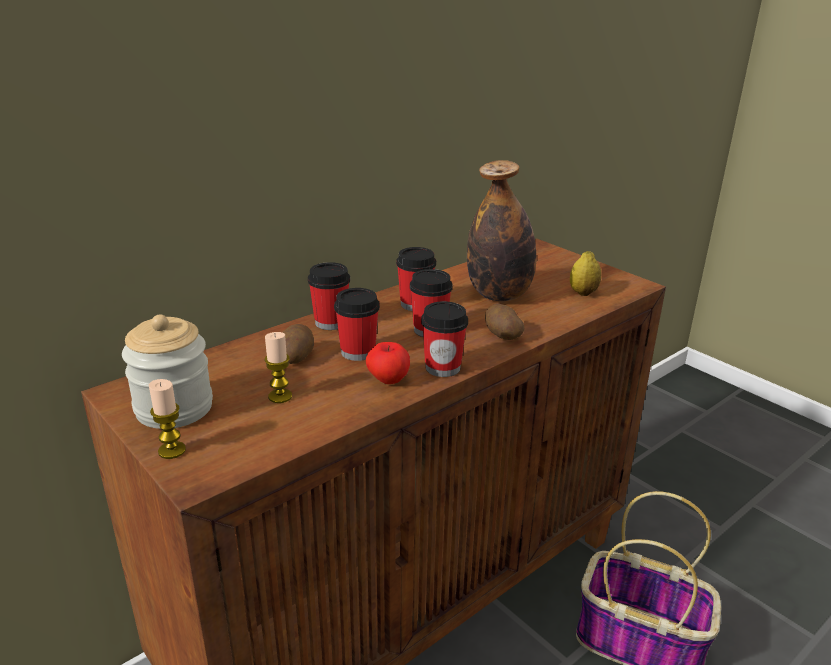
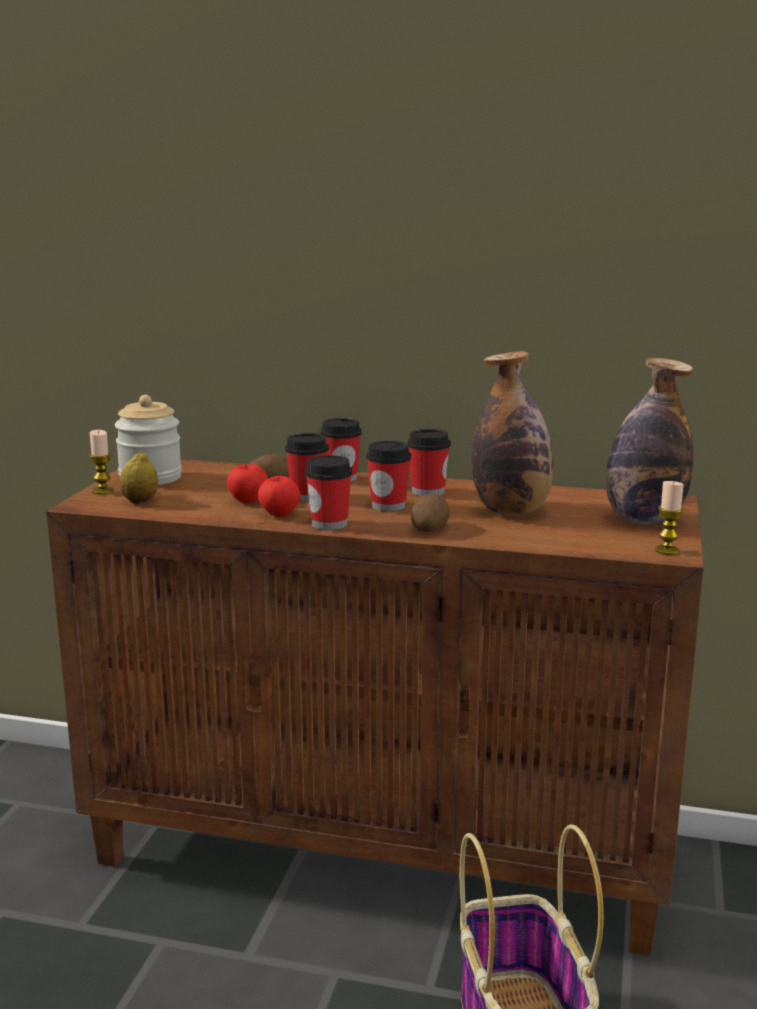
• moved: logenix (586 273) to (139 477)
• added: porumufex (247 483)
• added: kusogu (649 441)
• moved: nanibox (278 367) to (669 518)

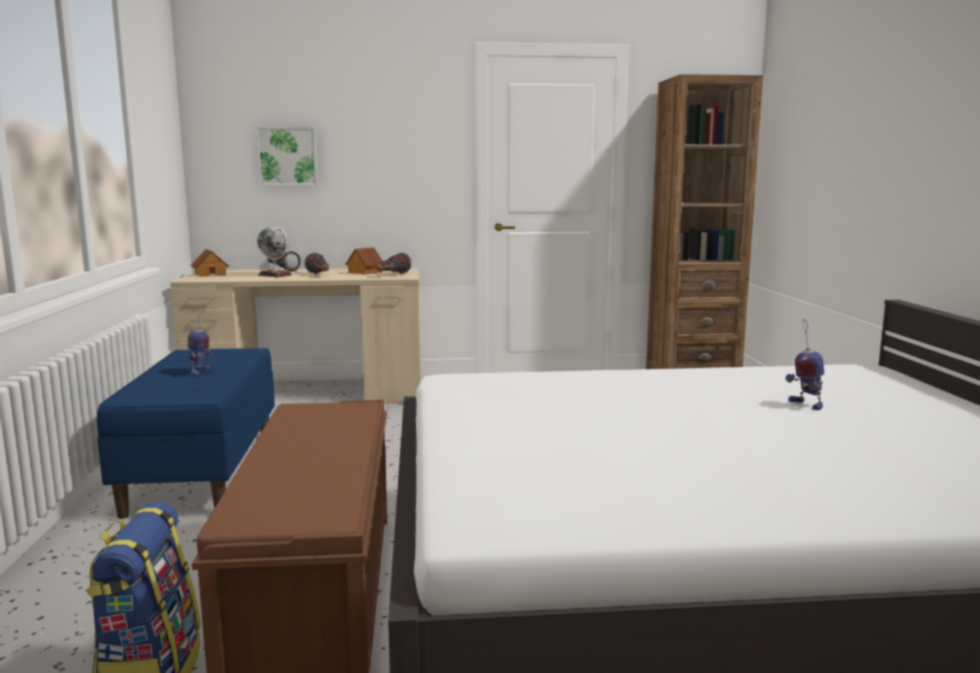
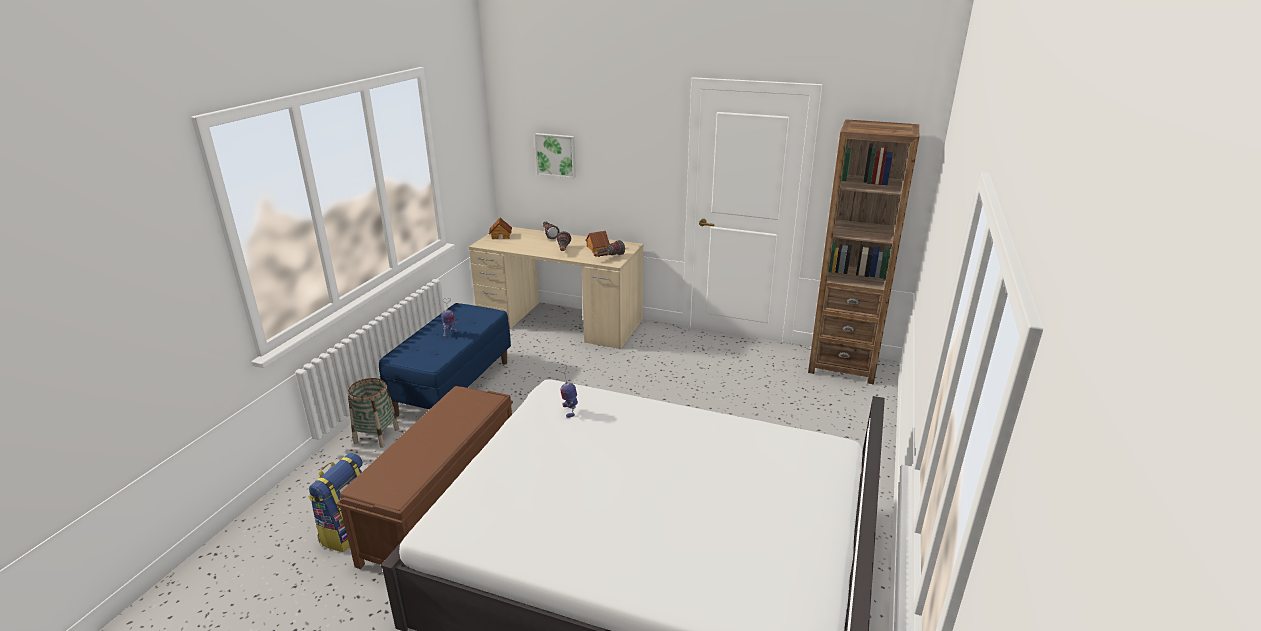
• added: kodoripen (373 413)
• moved: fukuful (804 364) to (569 391)
• removed: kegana (274 251)

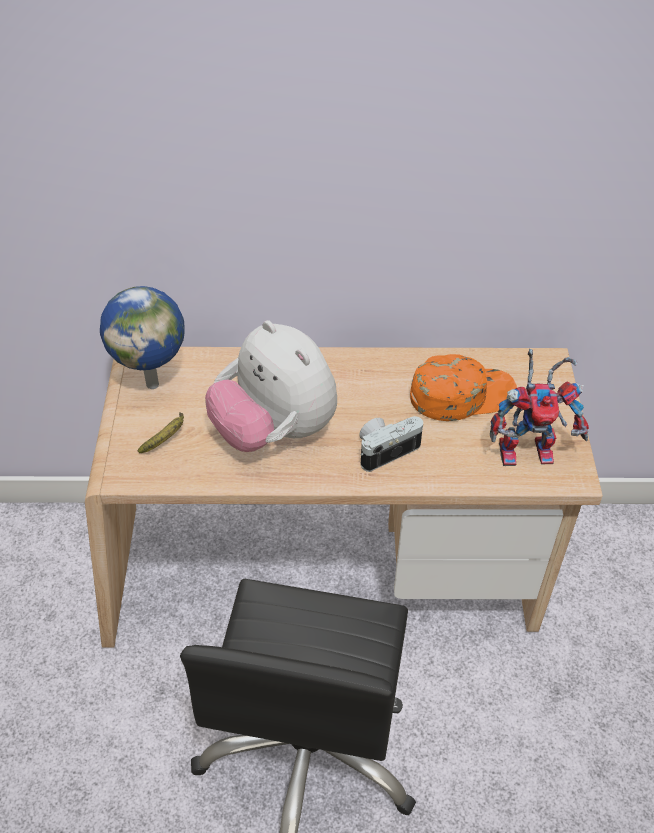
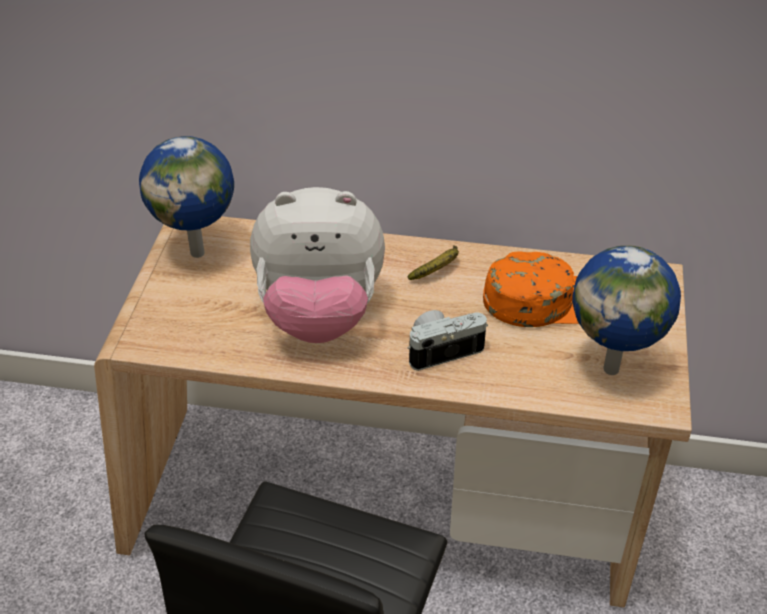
• turned: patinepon (271 386) = (317 265) 60 degrees counterclockwise
• moved: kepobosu (161 432) to (433 262)
• replaced: fukuful (539 407) to kegana (626 310)

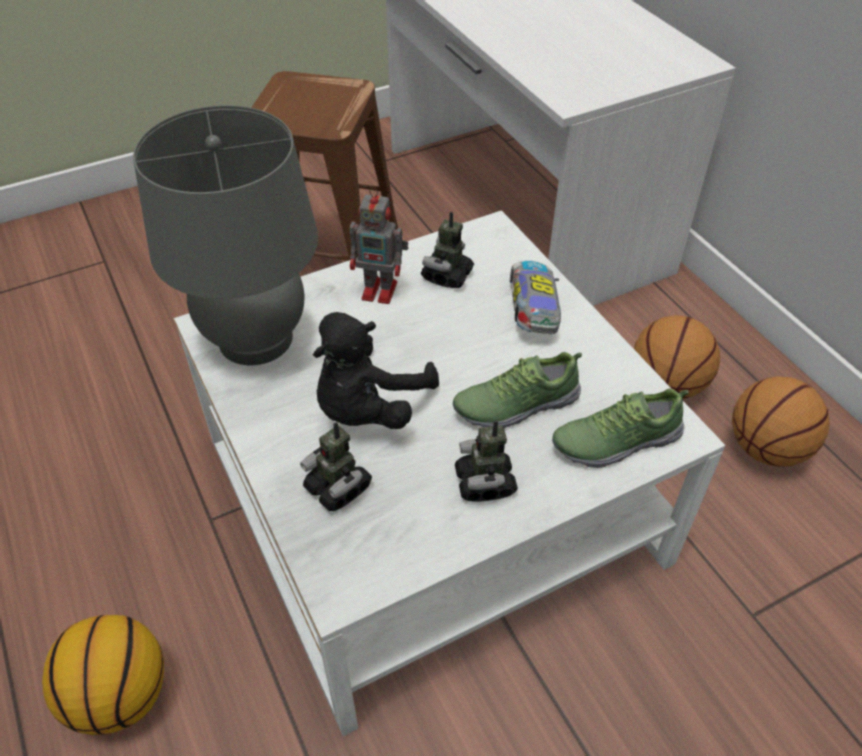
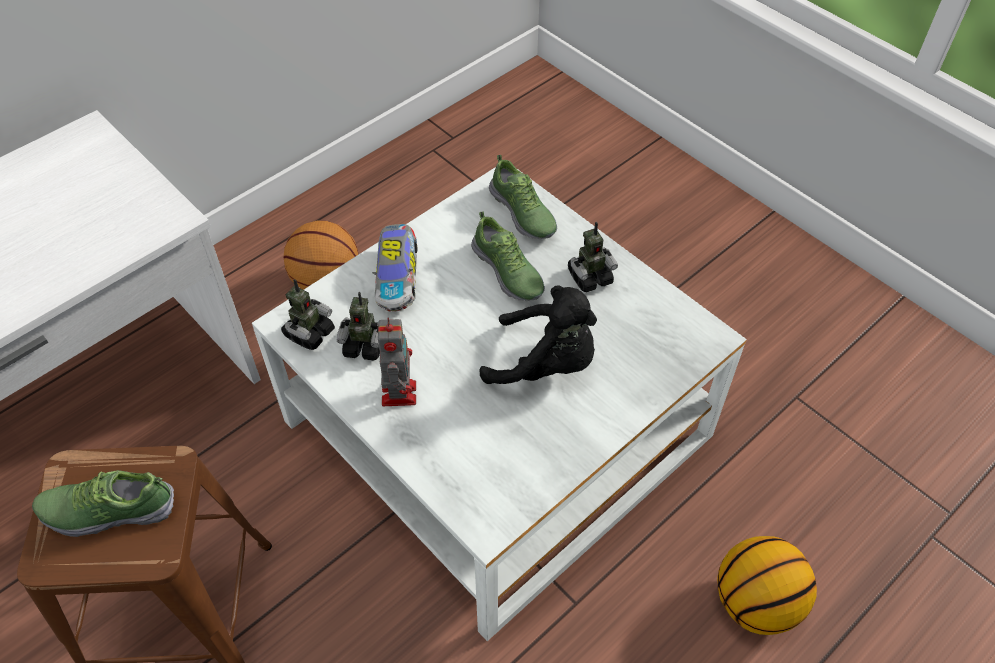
• added: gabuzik (103 503)
• moved: fukuful (336 466) to (308 314)
• turned: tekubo (535 297) = (394 268) 75 degrees counterclockwise
• removed: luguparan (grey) (225 235)
• removed: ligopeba (781 421)

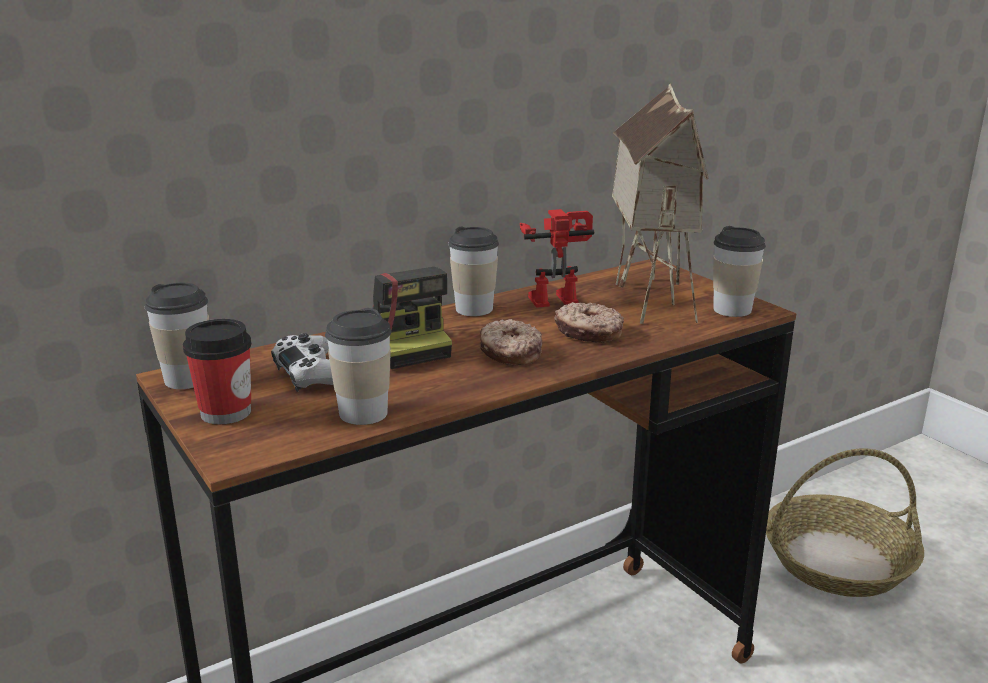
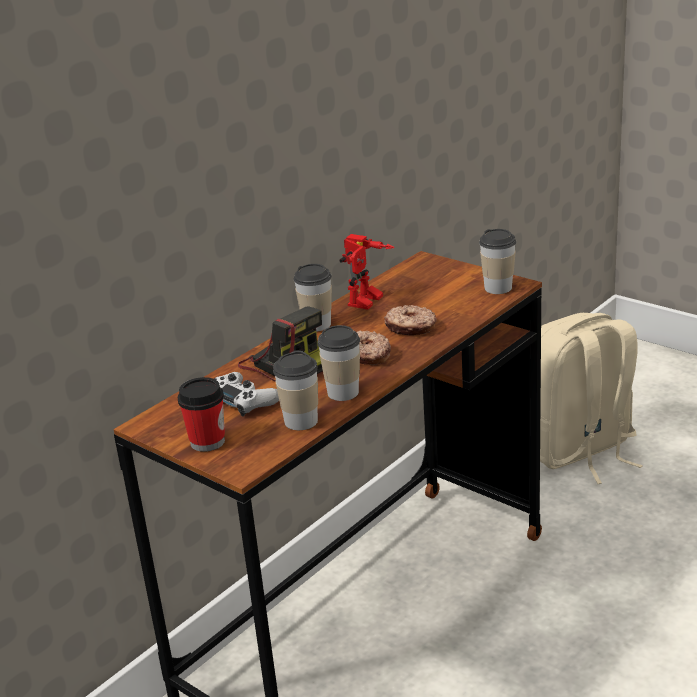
• moved: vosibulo (177 336) to (338 363)
• turned: fukuful (557 258) = (367 272) 150 degrees clockwise
• replaced: kodoripen (845 522) to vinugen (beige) (591 398)
• removed: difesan (660 203)

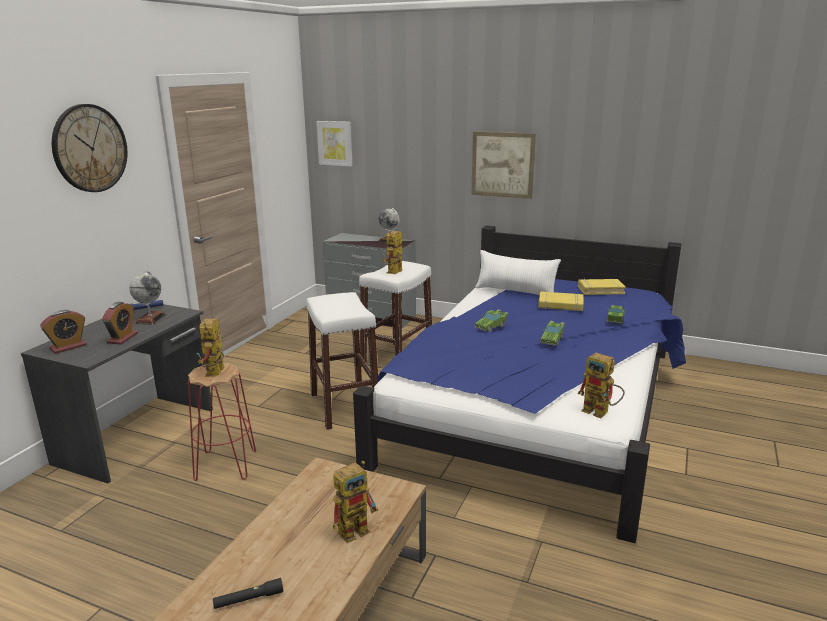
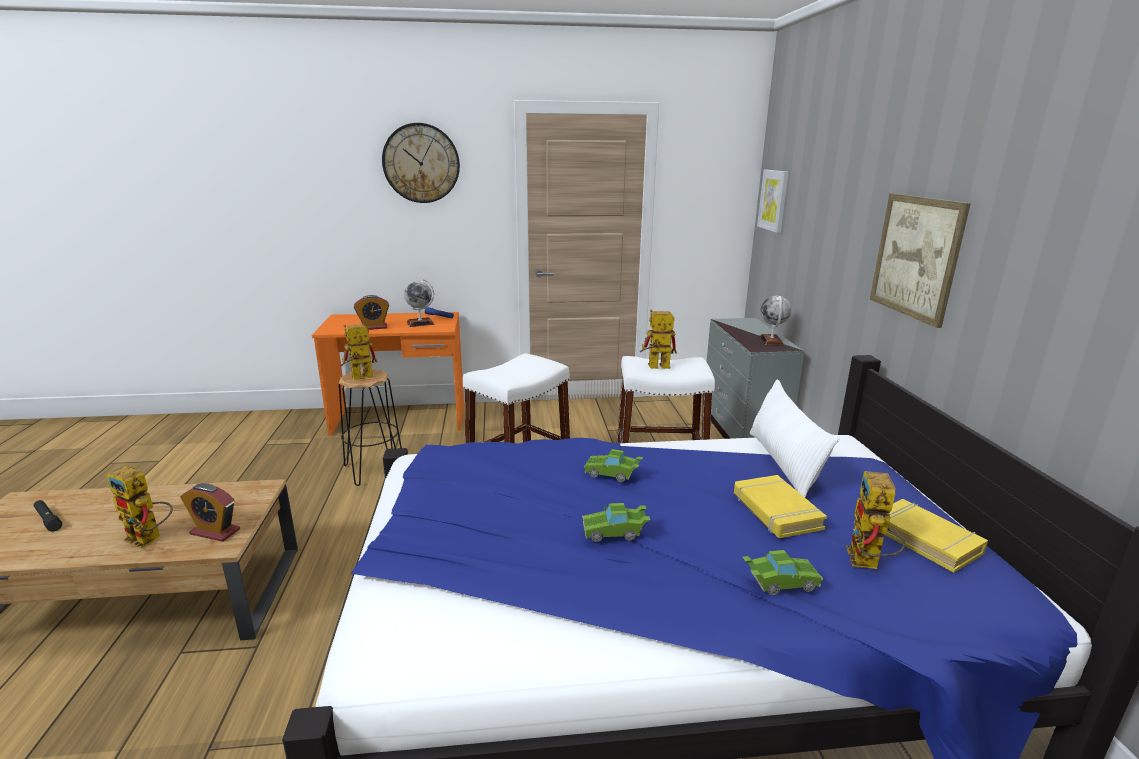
• moved: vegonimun (63 332) to (210 512)
• recoloured: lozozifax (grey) (117 393) to lozozifax (orange) (388 374)
• recoloured: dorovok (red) (222 422) to dorovok (black) (370 427)
• moved: fukuful (601 385) to (875 520)

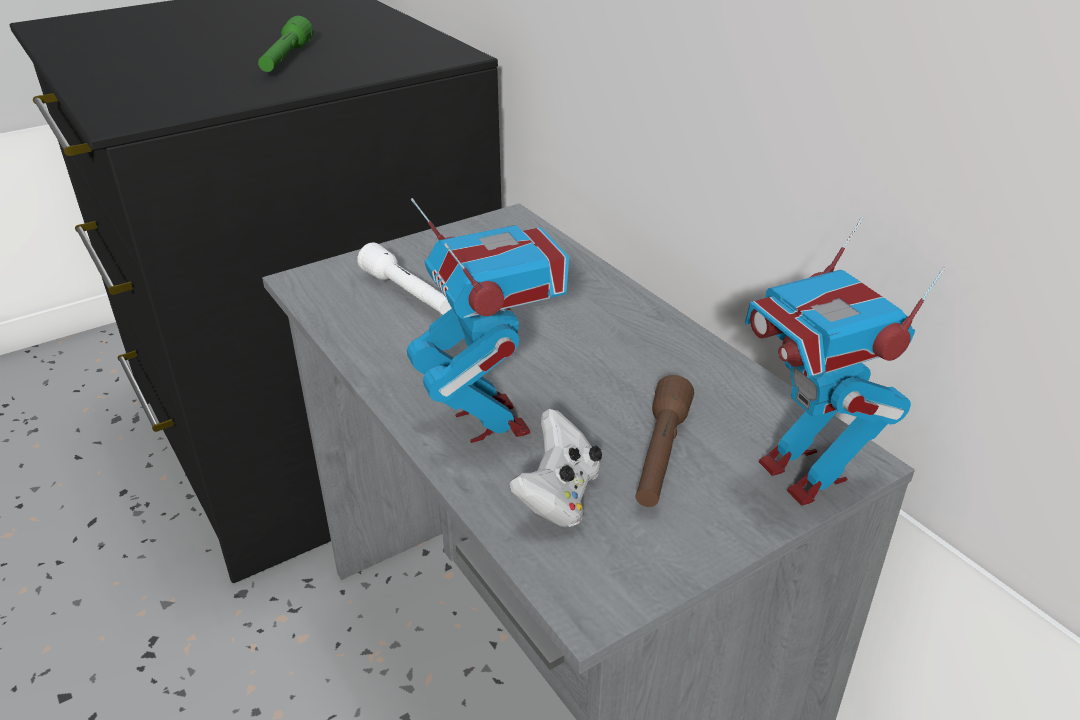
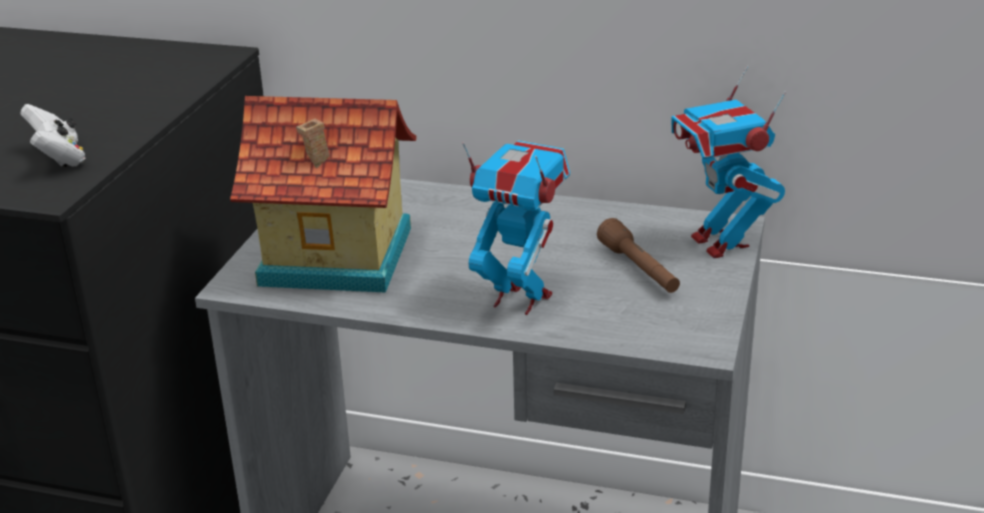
• moved: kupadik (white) (555 468) to (53 135)
• replaced: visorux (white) (404 278) to difesan (323 194)
• turned: fukuful (845 361) = (728 162) 45 degrees clockwise
• removed: visorux (green) (285 44)

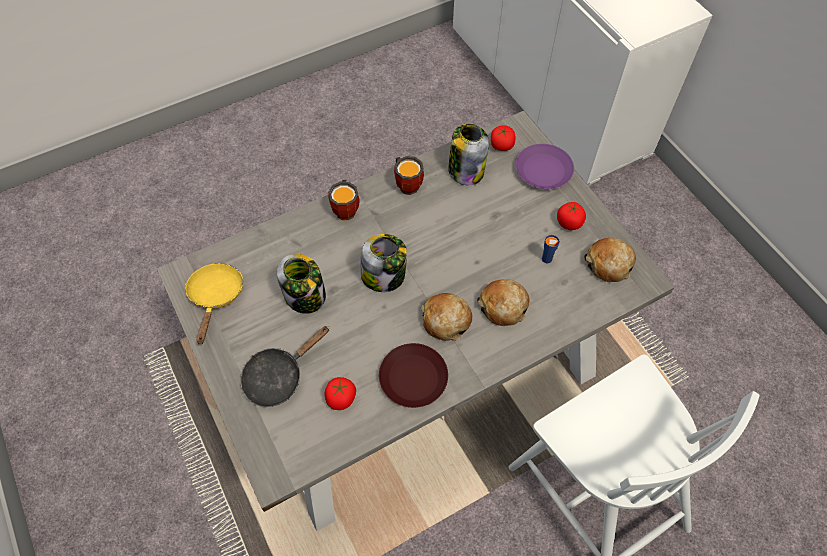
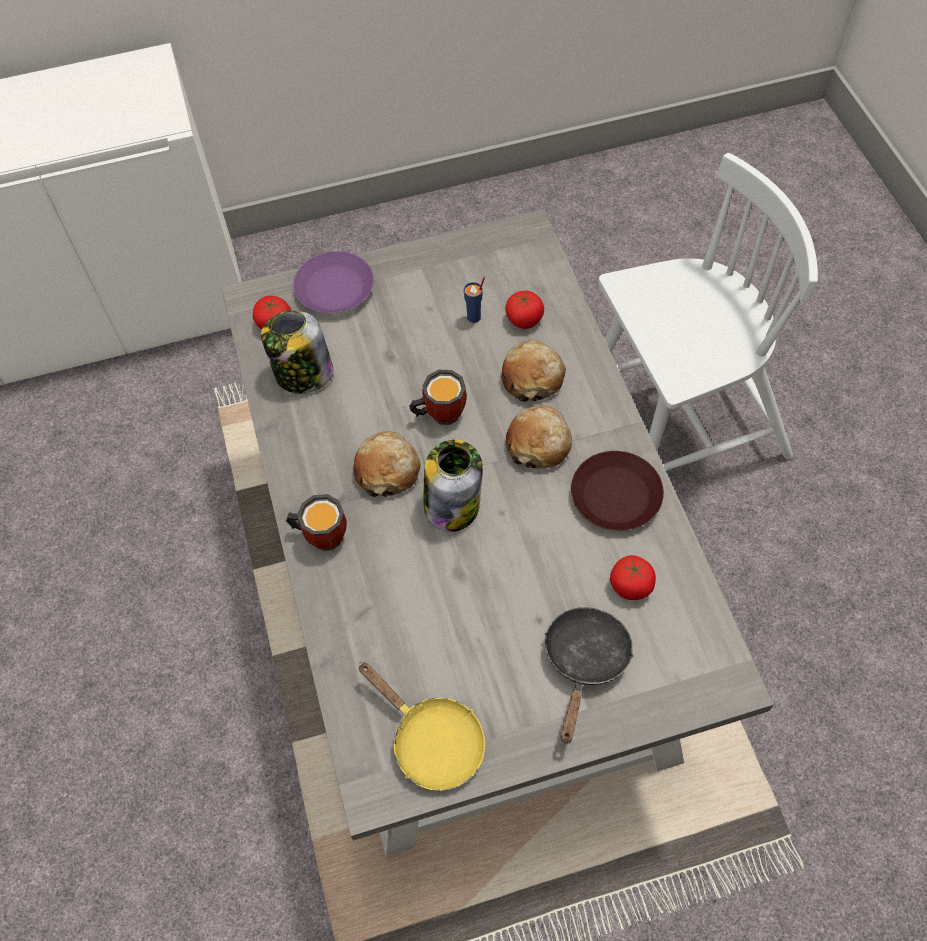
• moved: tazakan (610 260) to (387 464)
• turned: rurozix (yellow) (214 303) = (421 726) 150 degrees counterclockwise
• moved: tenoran (409 175) to (438 397)
• moved: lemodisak (571 216) to (524 310)
• turned: rurozix (black) (285 366) = (589 676) 135 degrees counterclockwise
• removed: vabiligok (301 284)

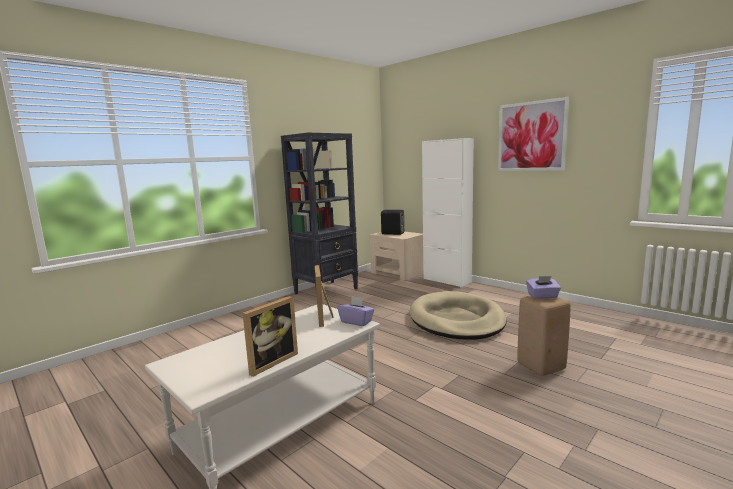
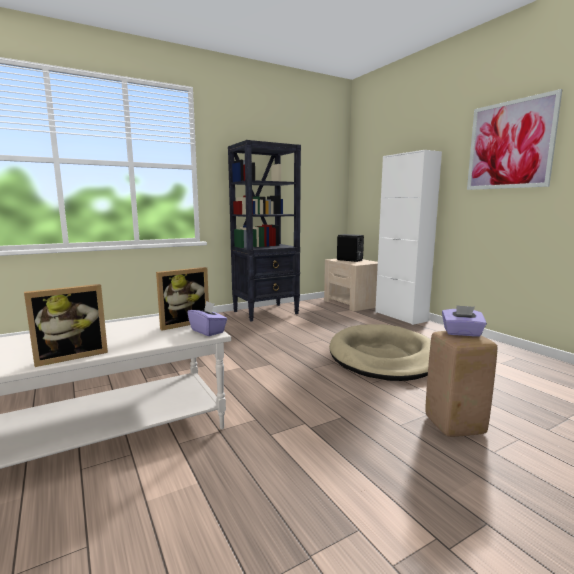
• turned: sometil (324 296) = (182 299) 135 degrees counterclockwise

